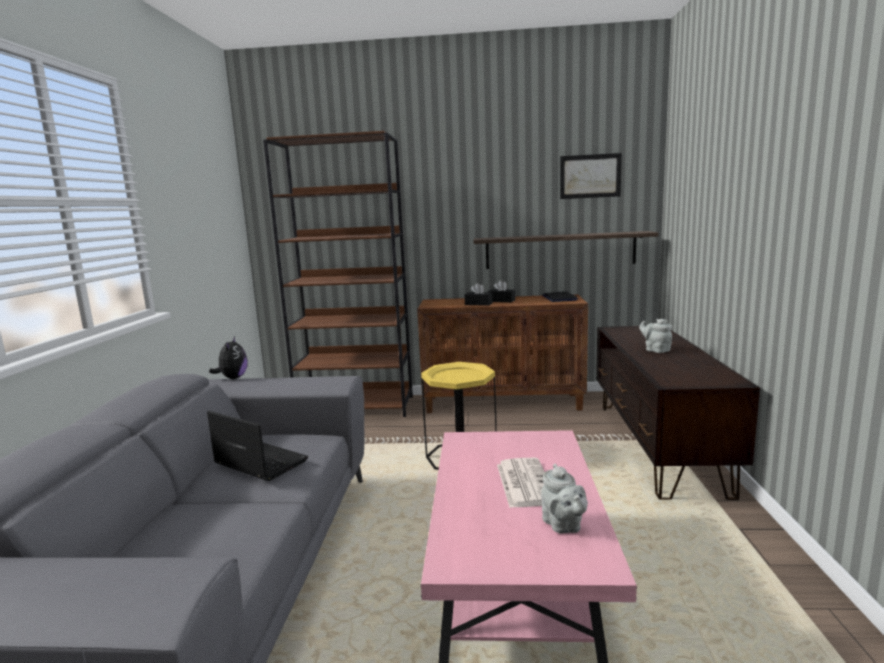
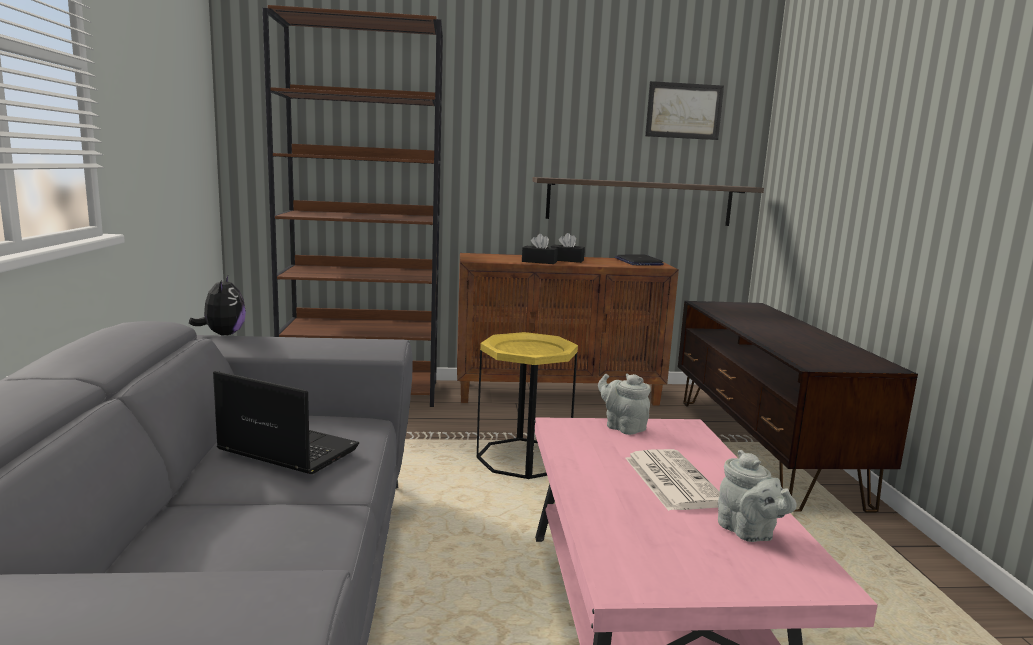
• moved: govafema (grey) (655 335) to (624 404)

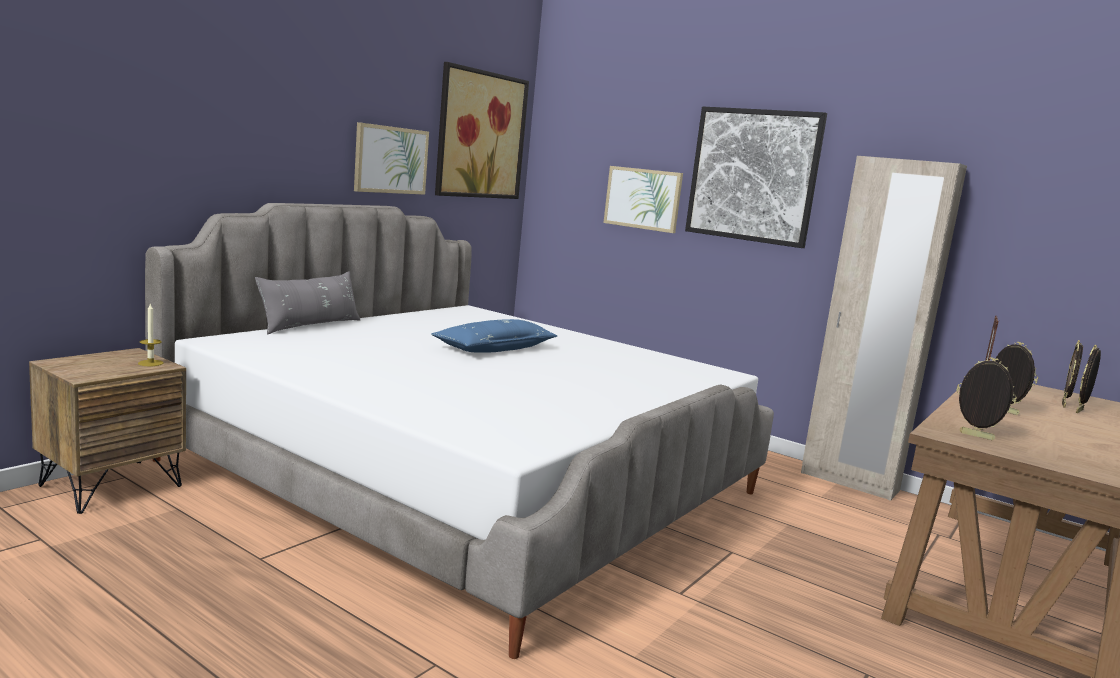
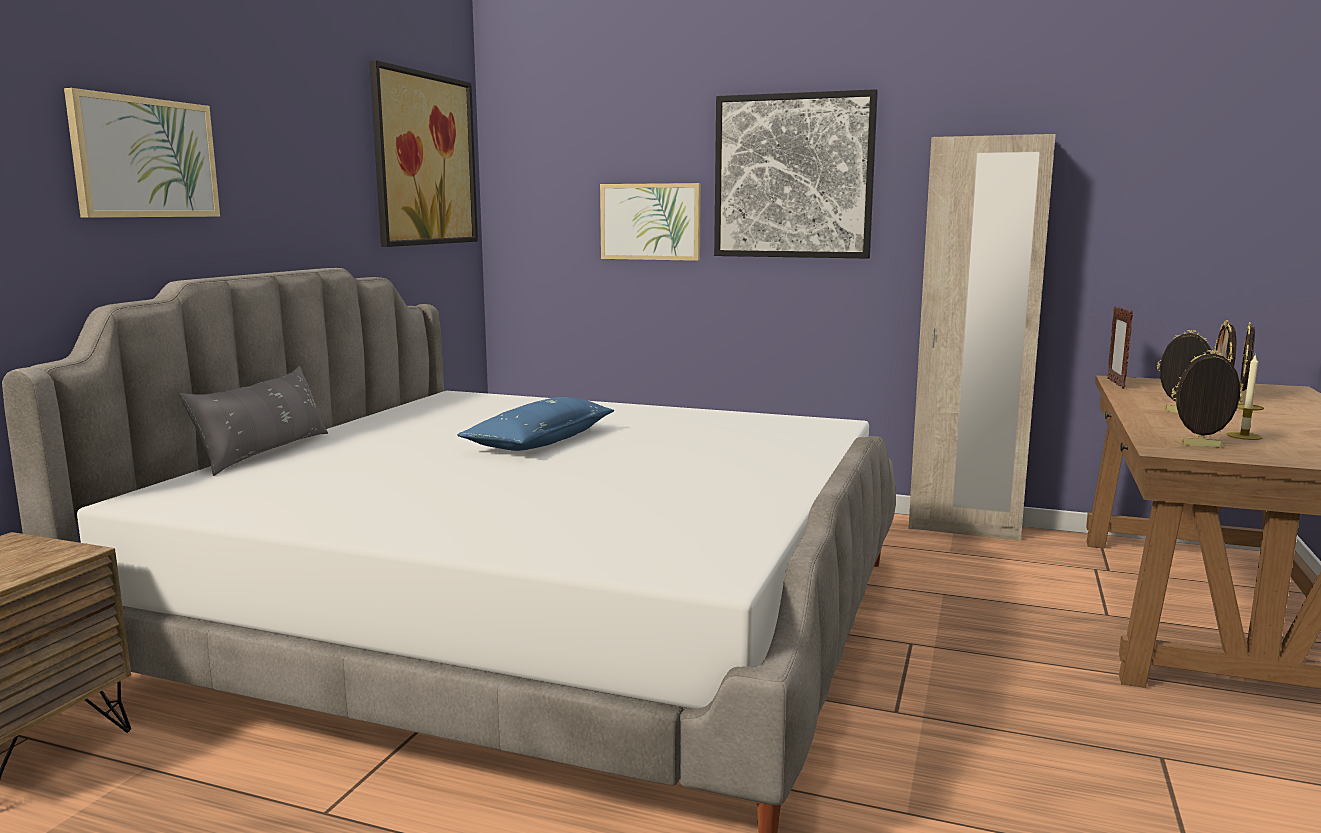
• moved: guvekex (391 158) to (142 153)
• moved: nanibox (150 334) to (1245 397)

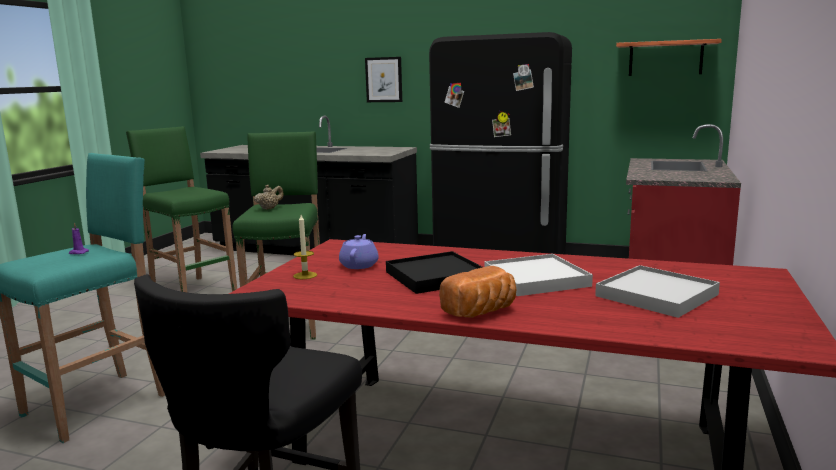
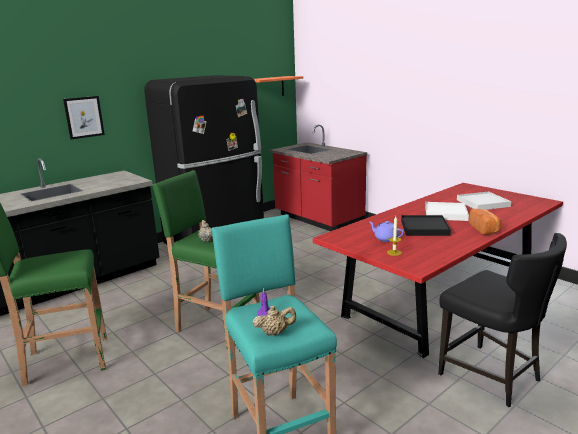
• added: govafema (beige) (274 320)

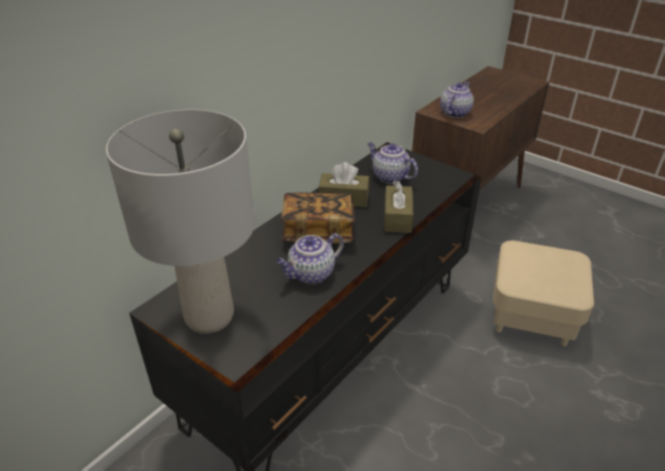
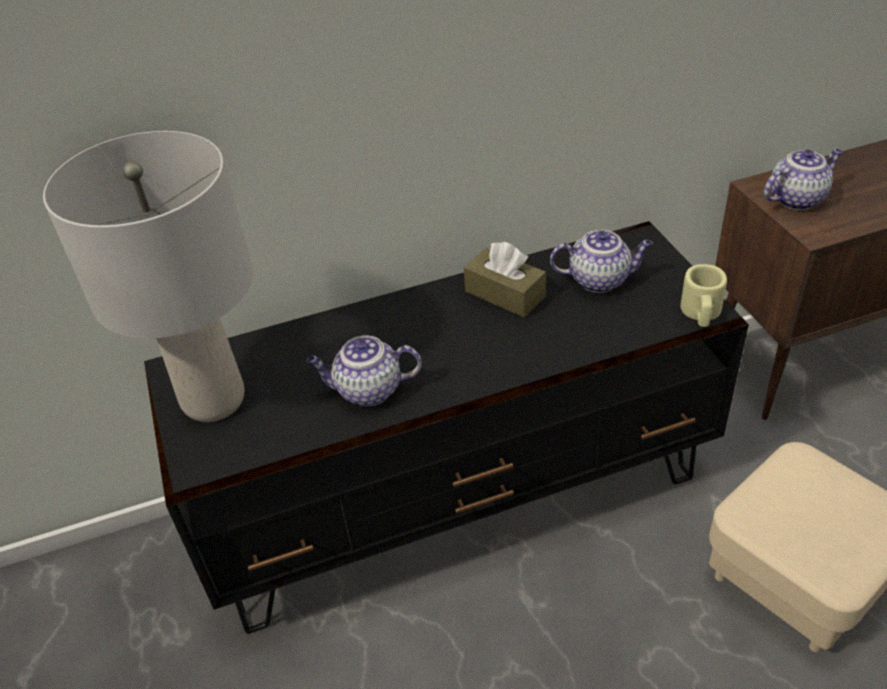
• turned: govafema (392 163) = (601 261) 105 degrees clockwise
• added: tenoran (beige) (703 295)
• removed: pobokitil (318 218)
• removed: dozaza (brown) (399 207)

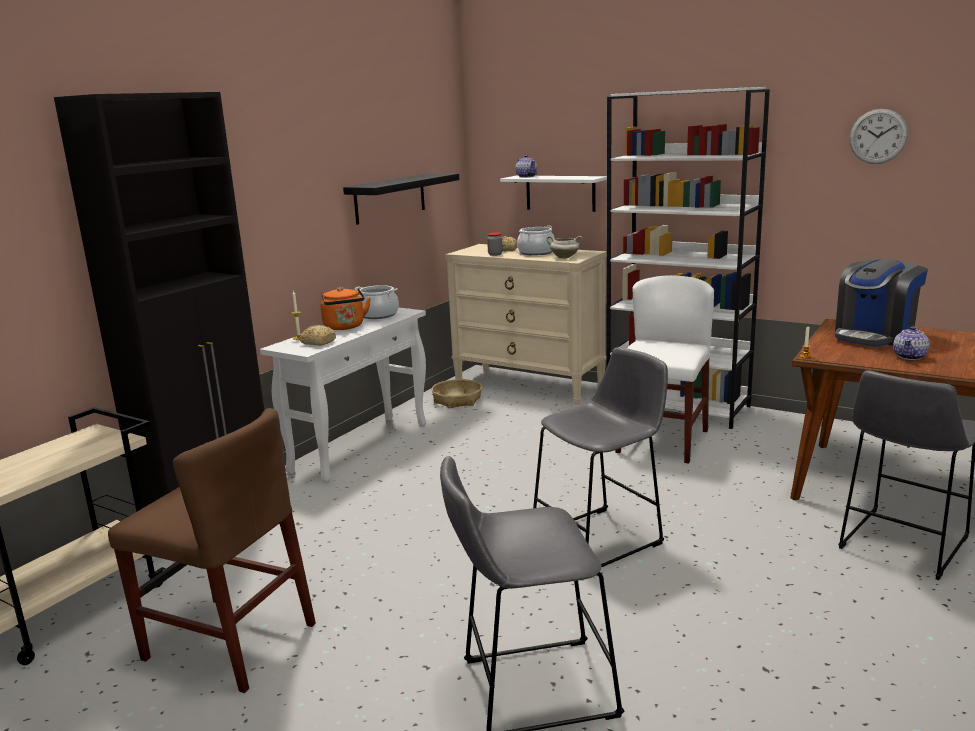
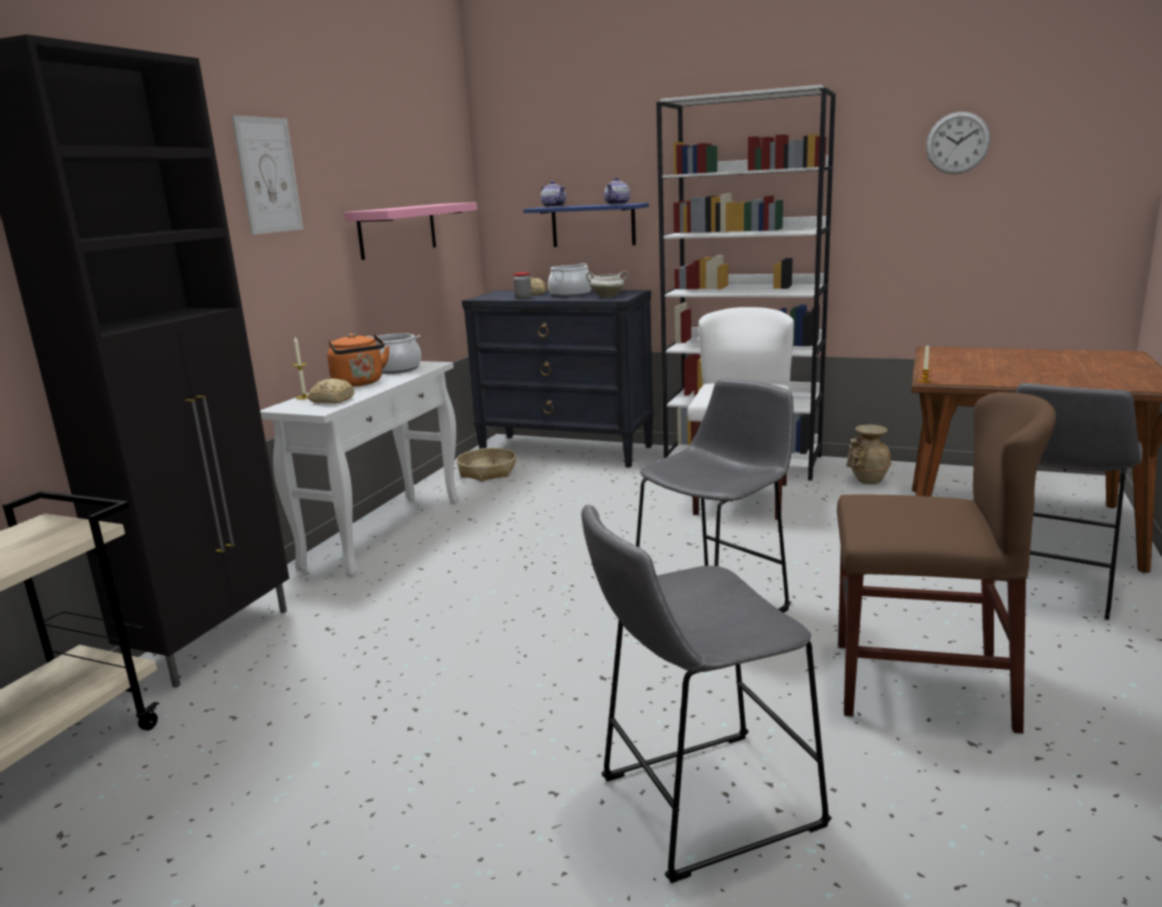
• added: guvekex (267 175)
• recoloured: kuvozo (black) (401 199) to kuvozo (pink) (411 231)
• recoloured: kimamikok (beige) (526 324) to kimamikok (black) (558 379)
• recoloured: kuvozo (white) (553 194) to kuvozo (blue) (586 225)
• moved: govafema (911 343) to (617 191)
• moved: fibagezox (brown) (212 550) to (946 563)
• added: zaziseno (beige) (869 454)
• removed: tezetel (881 303)

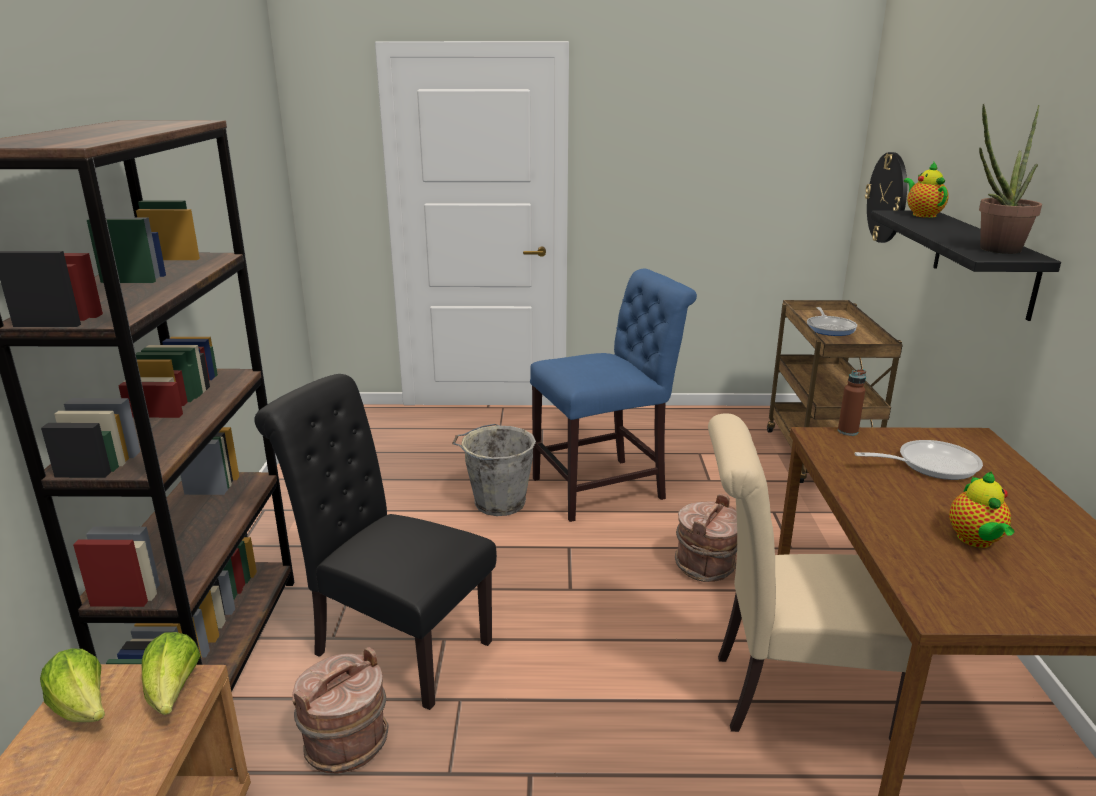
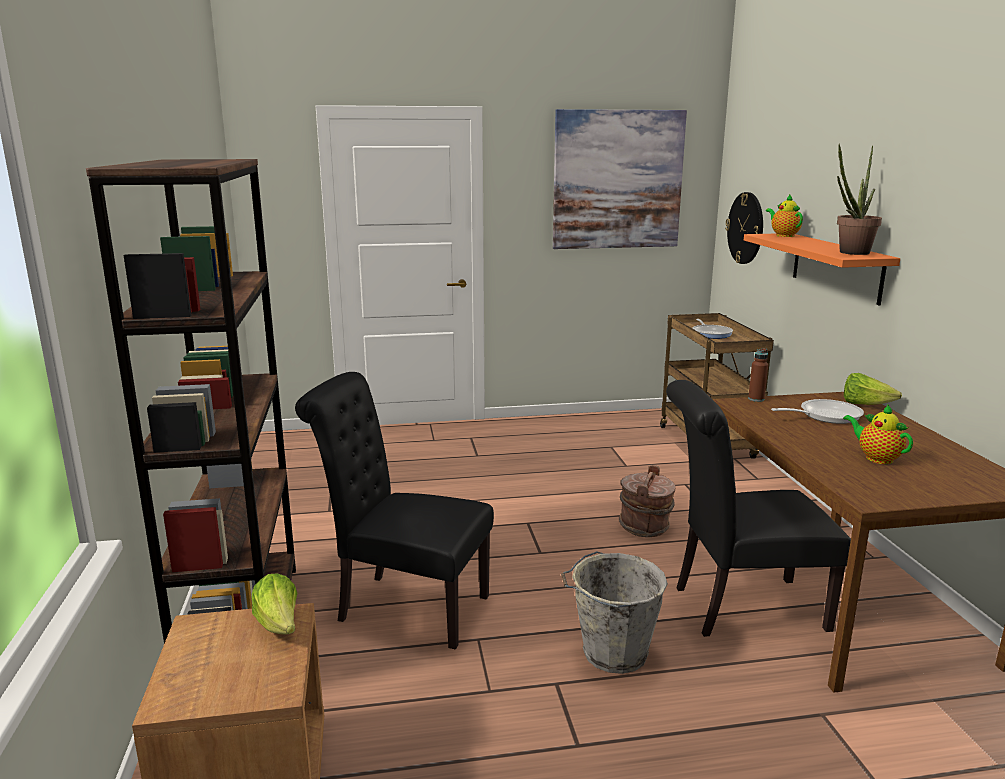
• added: guvekex (620 179)
• moved: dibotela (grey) (494 470) to (614 612)
• recoloured: fibagezox (beige) (810 576) to fibagezox (black) (758 508)
• recoloured: kuvozo (black) (966 266) to kuvozo (orange) (822 269)
• turned: govafema (981 509) = (878 434) 150 degrees clockwise
• moved: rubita (72 685) to (873 389)
• removed: dibotela (brown) (340 710)
• removed: fibagezox (blue) (613 395)

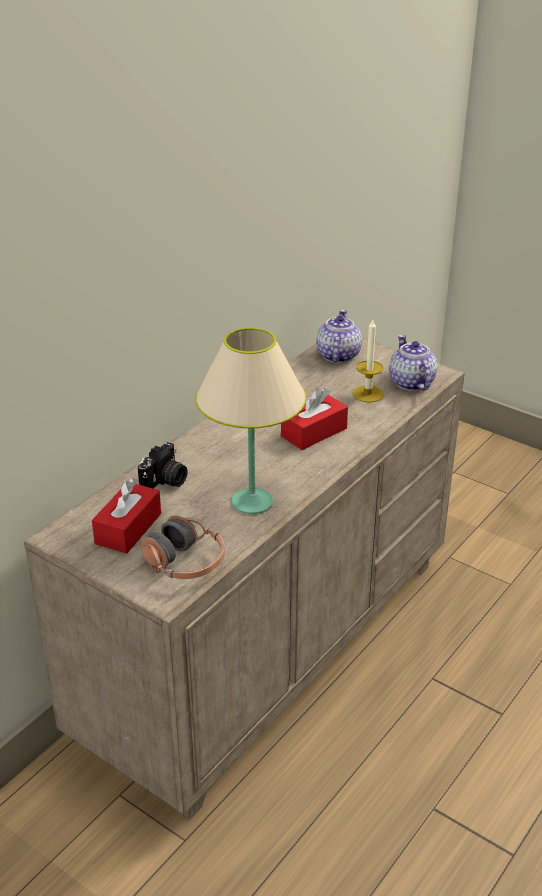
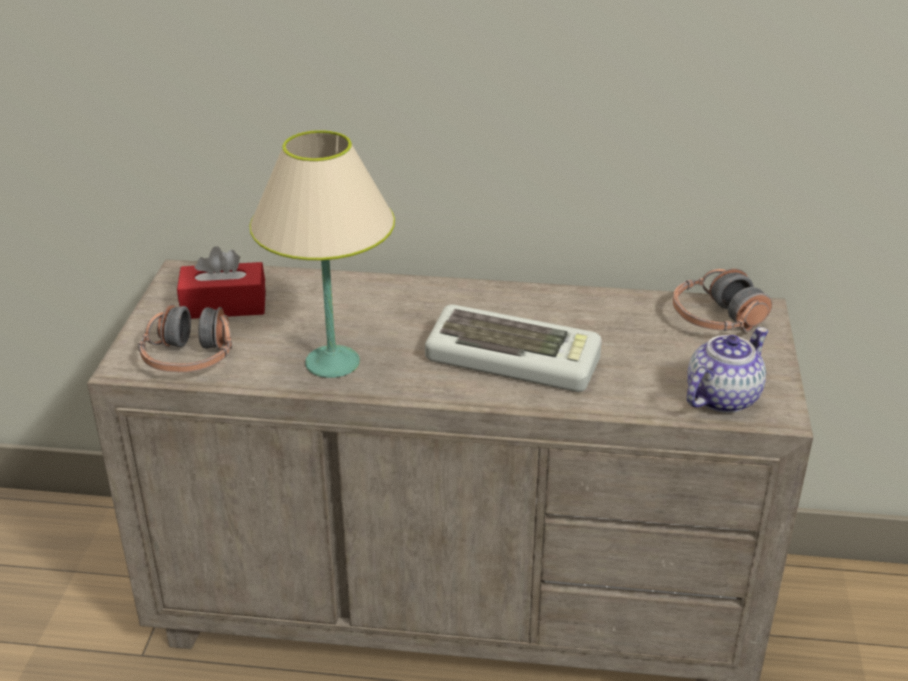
• replaced: dozaza (red) (314 419) to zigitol (513 348)
• replaced: govafema (339 336) to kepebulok (722 300)
• removed: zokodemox (162 465)
• removed: nanibox (368 361)

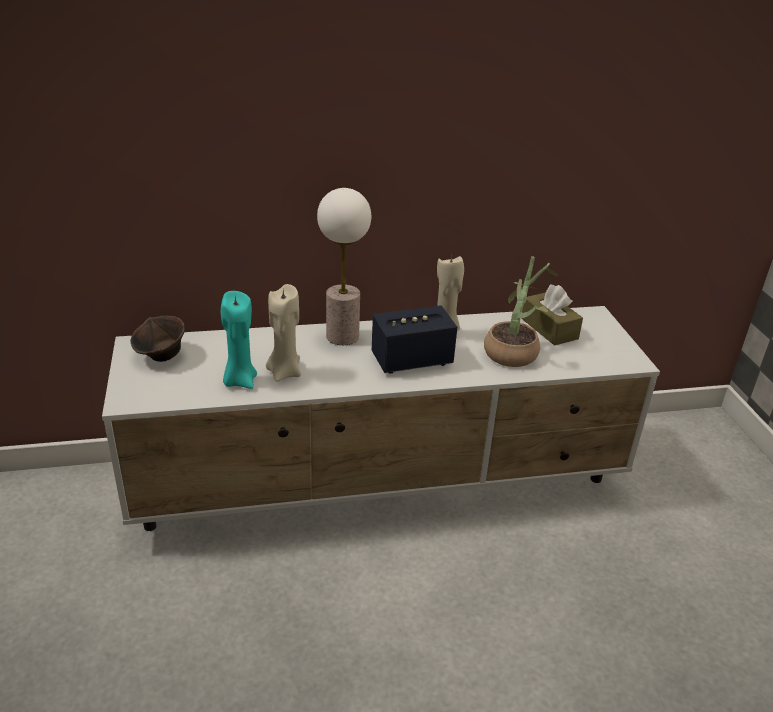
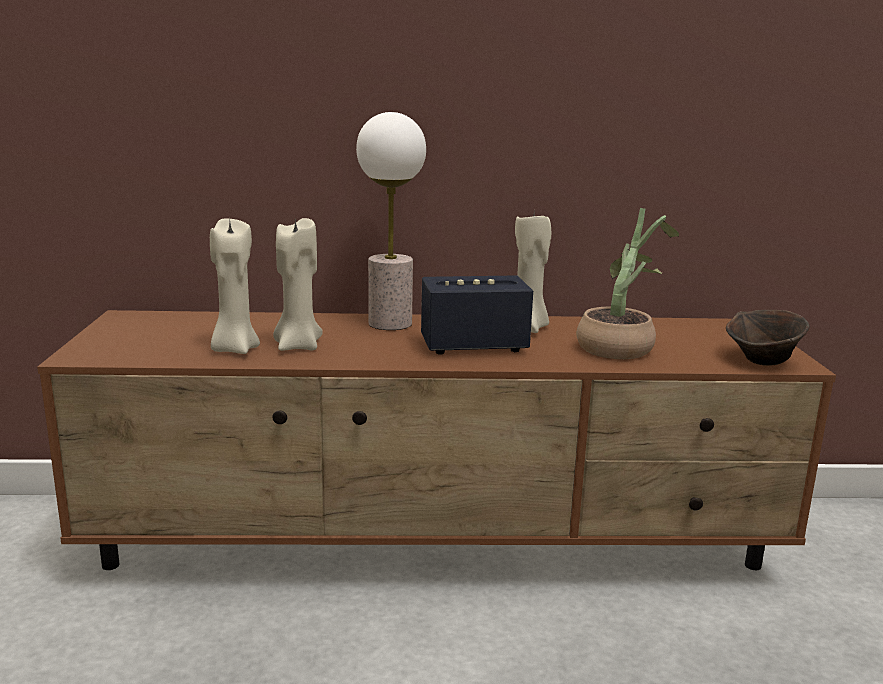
• recoloured: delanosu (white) (381 418) to delanosu (brown) (436 440)
• recoloured: nanibox (turquoise) (239 340) to nanibox (beige) (235 286)
• moved: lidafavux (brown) (157 339) to (768 338)
• removed: dozaza (brown) (552 315)

